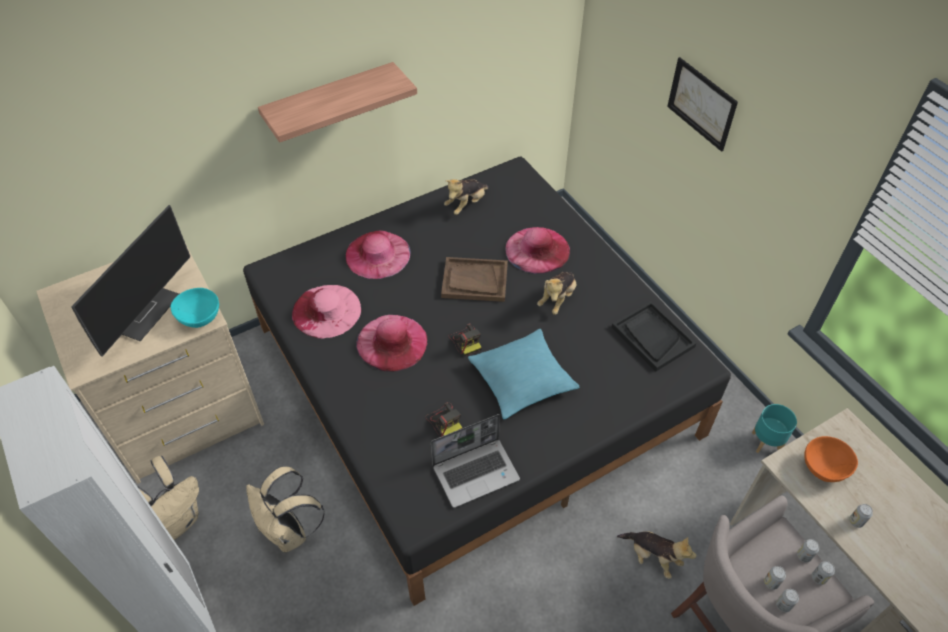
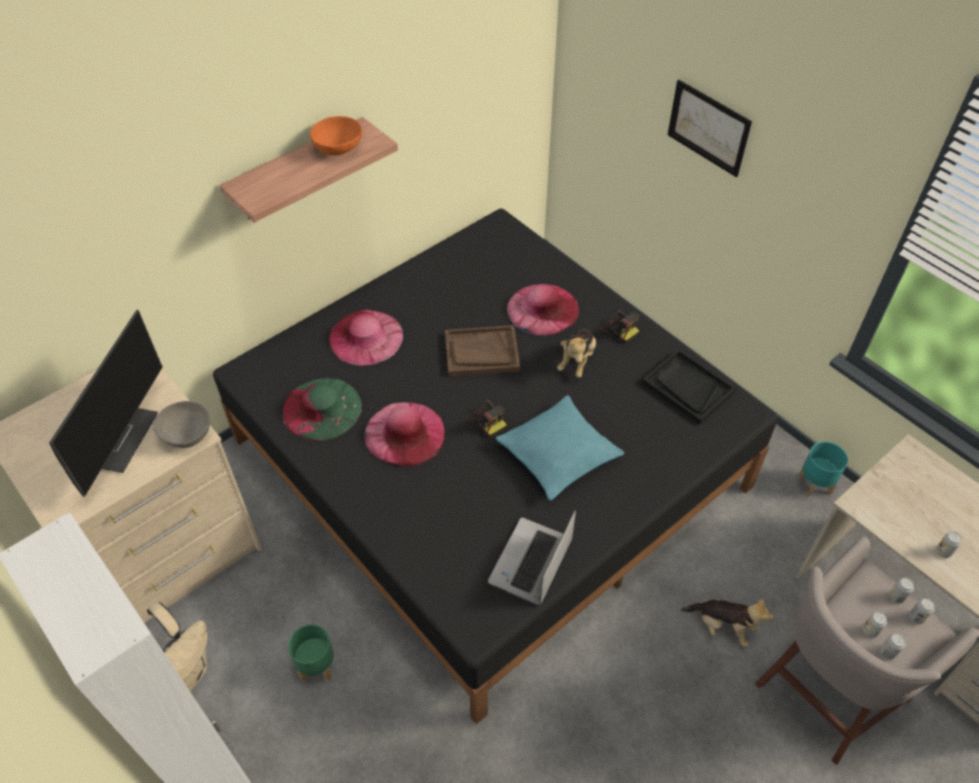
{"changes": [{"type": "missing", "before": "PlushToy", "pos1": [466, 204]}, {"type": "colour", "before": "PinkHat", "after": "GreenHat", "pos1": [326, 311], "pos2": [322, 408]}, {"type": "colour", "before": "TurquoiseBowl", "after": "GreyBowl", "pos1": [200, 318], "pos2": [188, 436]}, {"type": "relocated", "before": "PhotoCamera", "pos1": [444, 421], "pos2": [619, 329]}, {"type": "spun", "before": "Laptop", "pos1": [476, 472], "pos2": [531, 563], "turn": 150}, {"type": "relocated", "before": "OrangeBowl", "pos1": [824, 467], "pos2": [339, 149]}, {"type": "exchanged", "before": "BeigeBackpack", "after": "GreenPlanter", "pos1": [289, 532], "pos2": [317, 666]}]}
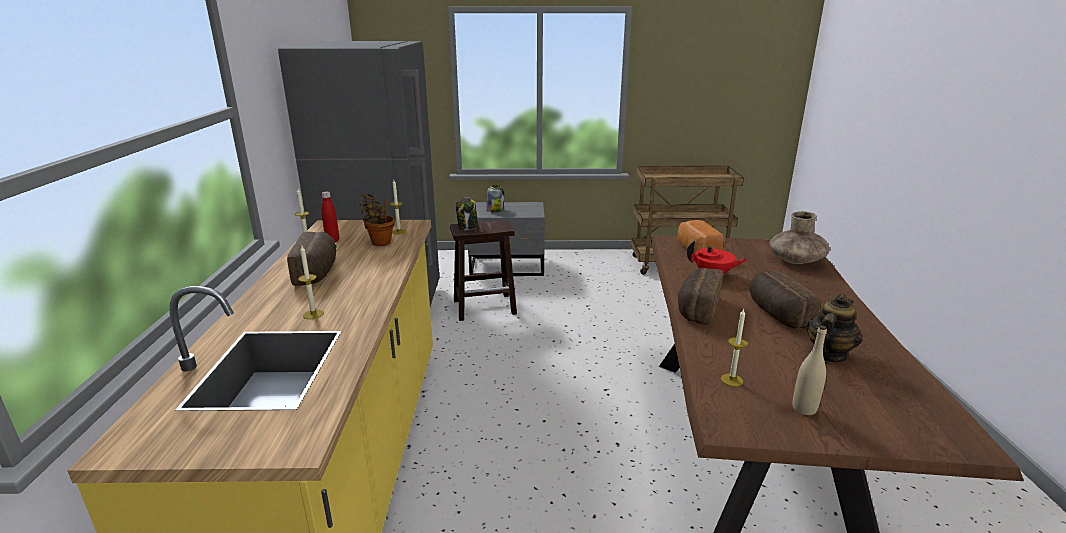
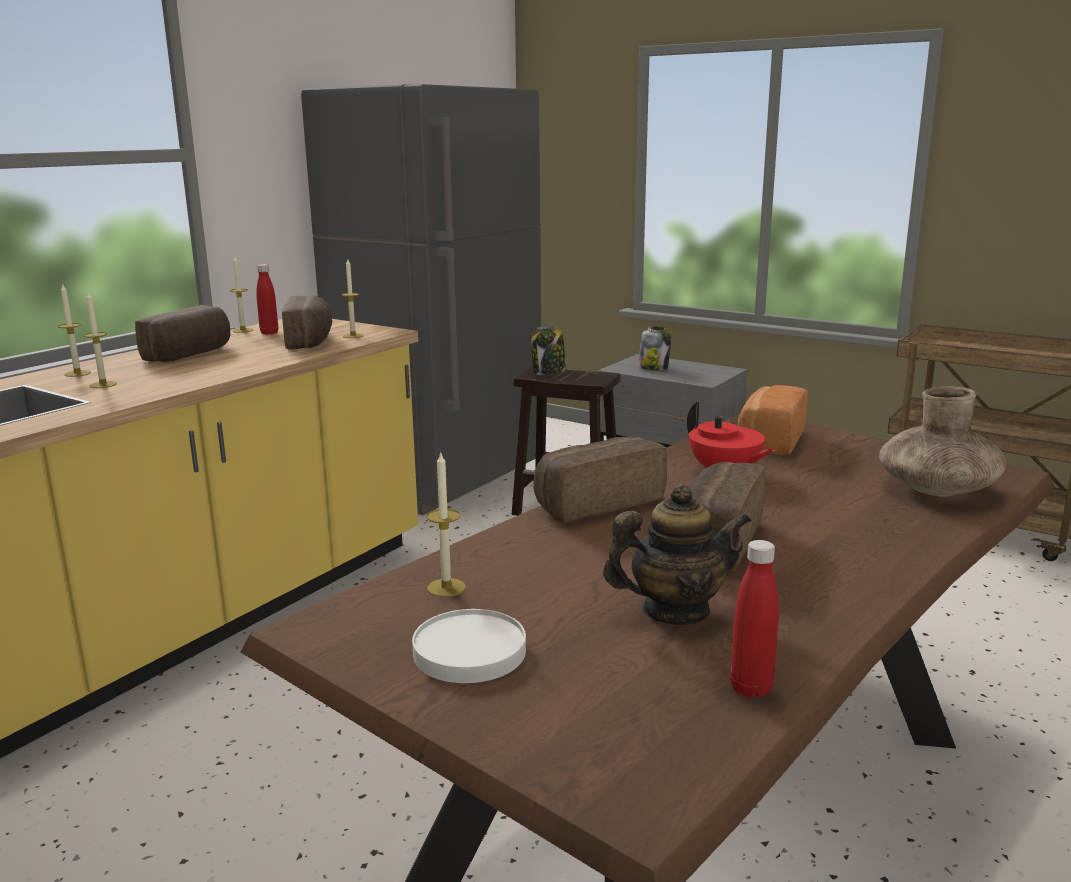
{"changes": [{"type": "exchanged", "before": "PottedPlant", "after": "Bread", "pos1": [380, 242], "pos2": [311, 341]}, {"type": "exchanged", "before": "BeigeBottle", "after": "WhitePlate", "pos1": [804, 408], "pos2": [468, 652]}, {"type": "appeared", "after": "Candle", "pos2": [77, 373]}, {"type": "appeared", "after": "RedBottle", "pos2": [751, 688]}]}
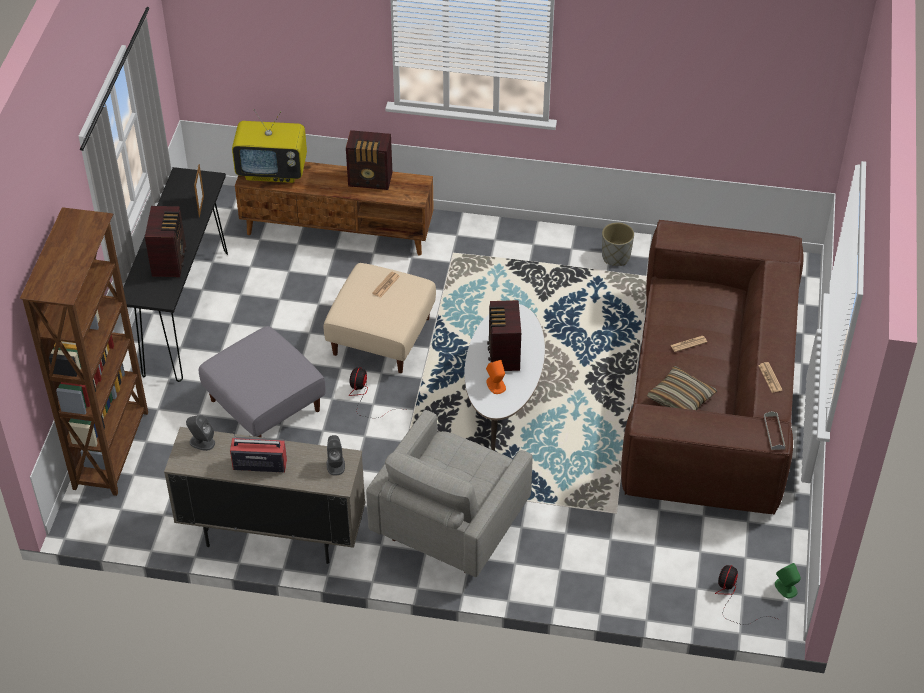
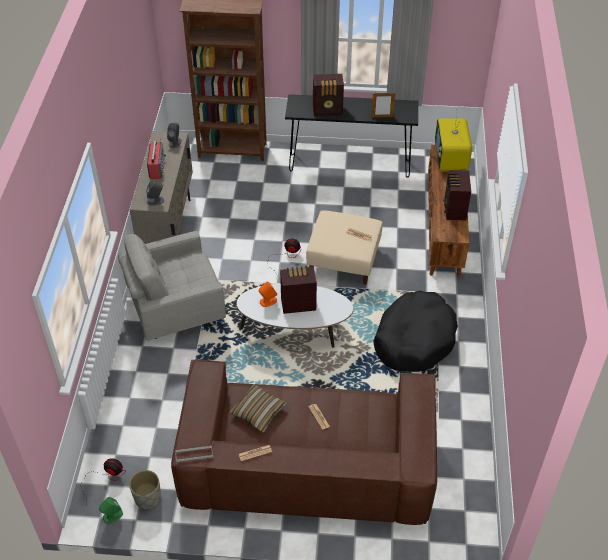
{"changes": [{"type": "relocated", "before": "GreyPlanter", "pos1": [616, 257], "pos2": [147, 498]}, {"type": "missing", "before": "GreyOttoman", "pos1": [266, 405]}, {"type": "spun", "before": "GreyArmchair", "pos1": [449, 525], "pos2": [175, 309], "turn": -45}, {"type": "appeared", "after": "BlackDogBed", "pos2": [414, 339]}]}
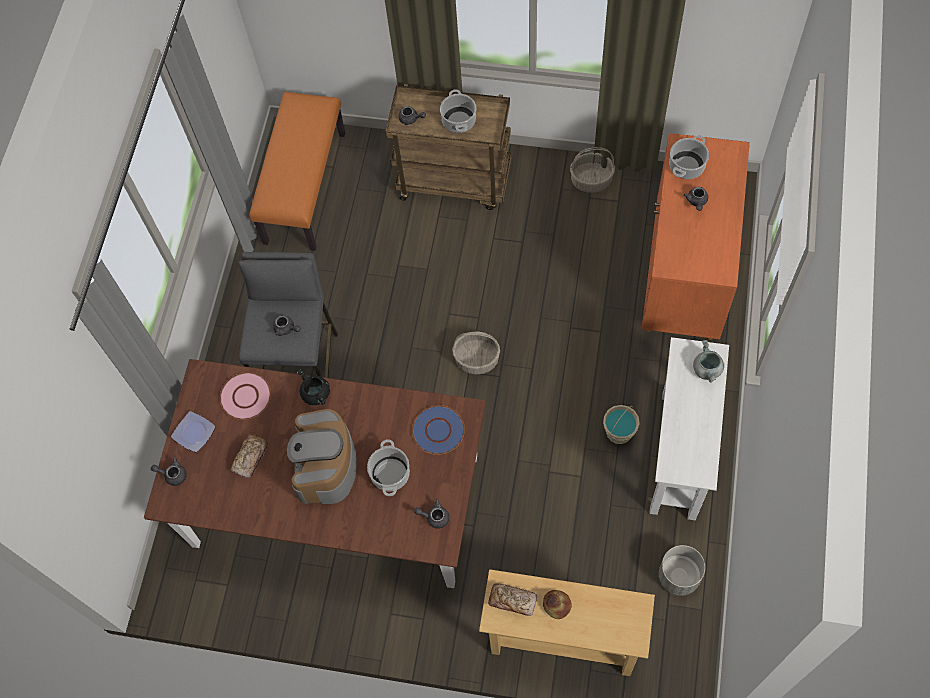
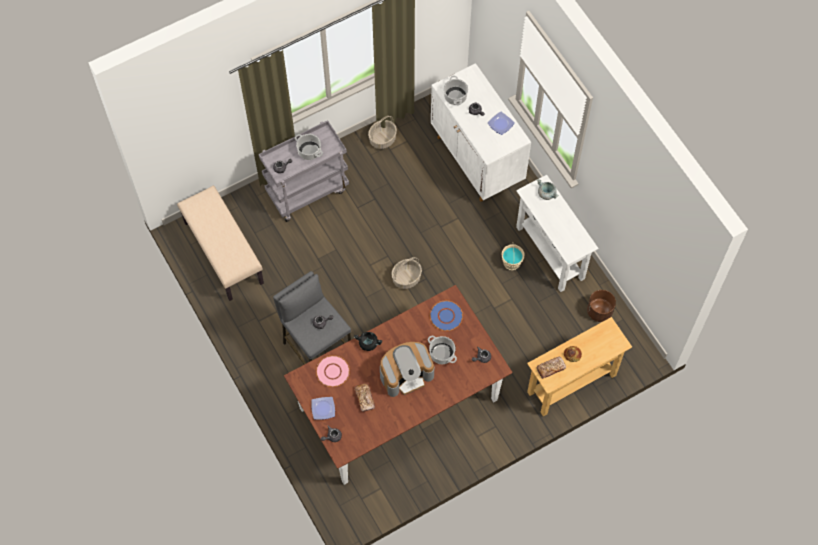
{"changes": [{"type": "colour", "before": "BrownCart", "after": "GreyCart", "pos1": [455, 181], "pos2": [307, 190]}, {"type": "colour", "before": "OrangeBench", "after": "BeigeBench", "pos1": [304, 187], "pos2": [223, 253]}, {"type": "colour", "before": "OrangeCabinet", "after": "WhiteCabinet", "pos1": [684, 279], "pos2": [477, 160]}, {"type": "spun", "before": "CoffeeMachine", "pos1": [325, 466], "pos2": [406, 374], "turn": -75}, {"type": "colour", "before": "GreyPlanter", "after": "BrownPlanter", "pos1": [679, 576], "pos2": [599, 311]}, {"type": "appeared", "after": "Plate", "pos2": [500, 124]}]}
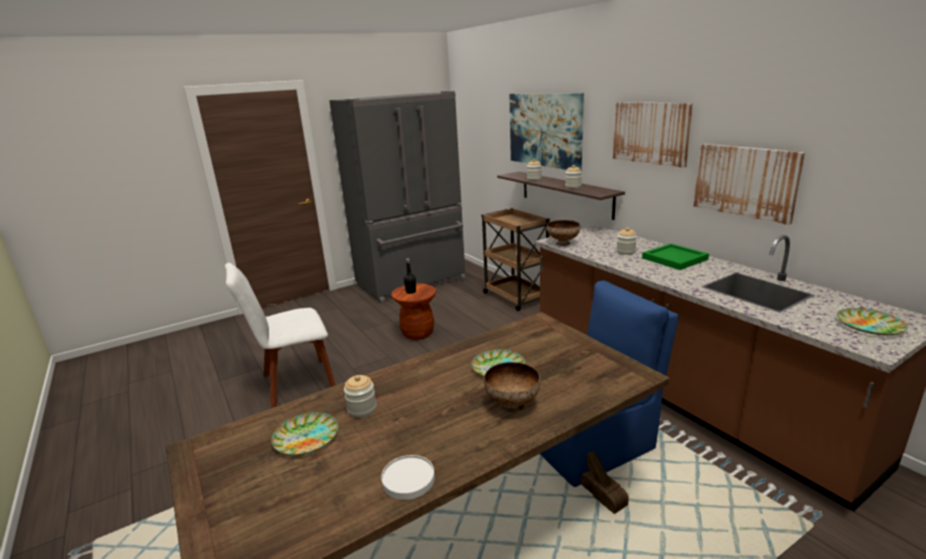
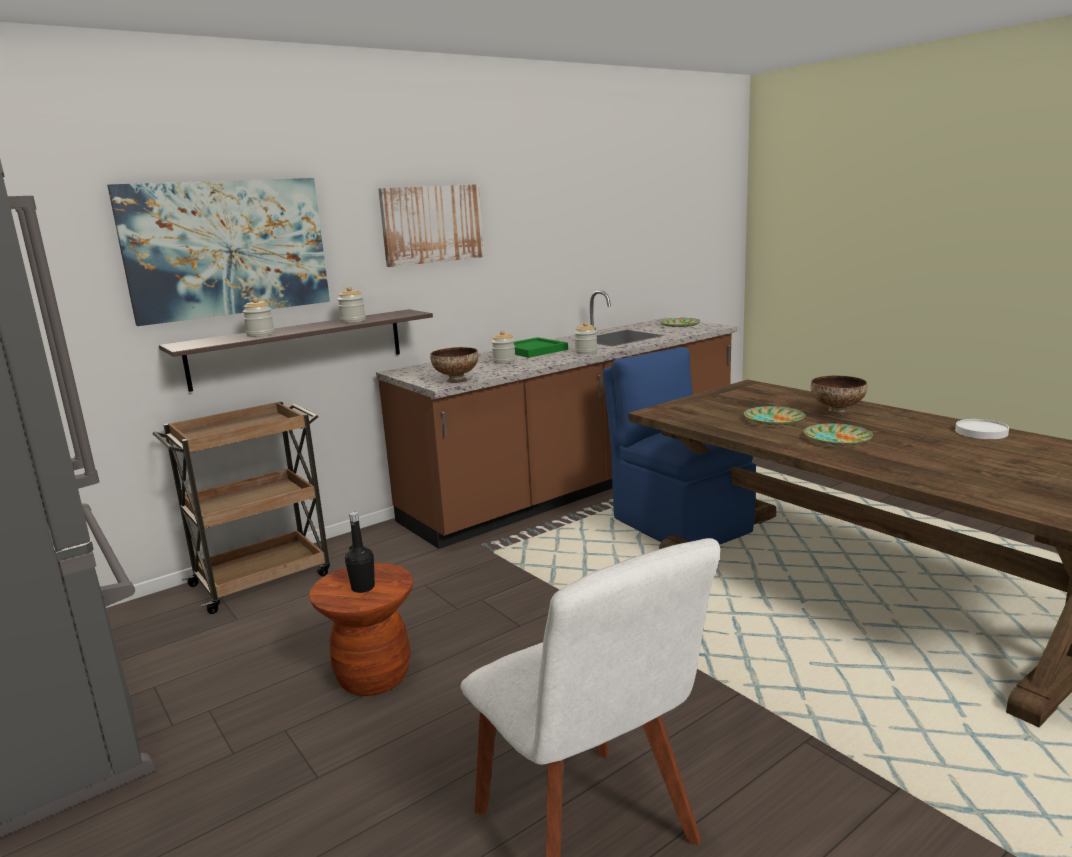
{"changes": [{"type": "missing", "before": "Picture", "pos1": [745, 181]}, {"type": "relocated", "before": "Jar", "pos1": [362, 409], "pos2": [586, 352]}, {"type": "relocated", "before": "Plate", "pos1": [306, 437], "pos2": [837, 439]}]}
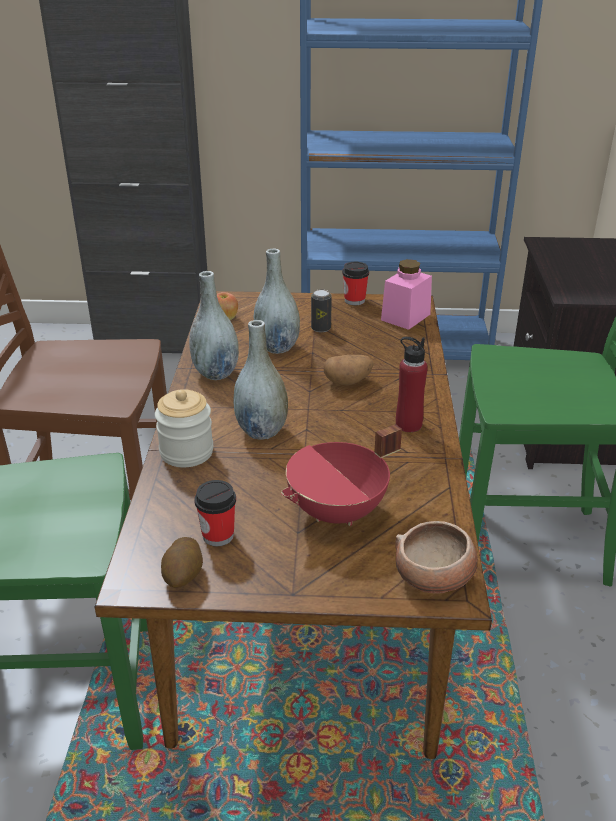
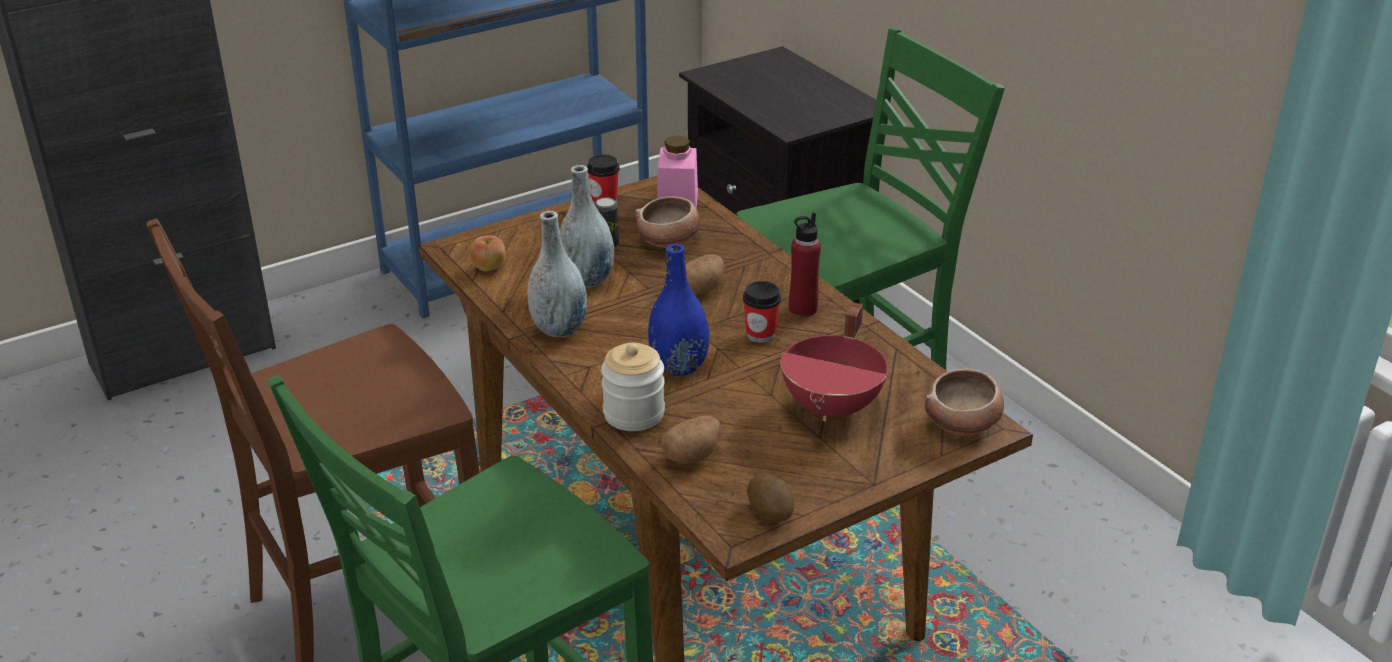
{"changes": [{"type": "colour", "before": "GreyVase", "after": "BlueVase", "pos1": [261, 431], "pos2": [679, 366]}, {"type": "relocated", "before": "Cup", "pos1": [218, 535], "pos2": [760, 334]}, {"type": "appeared", "after": "Bowl", "pos2": [669, 241]}, {"type": "appeared", "after": "Potato", "pos2": [692, 456]}]}
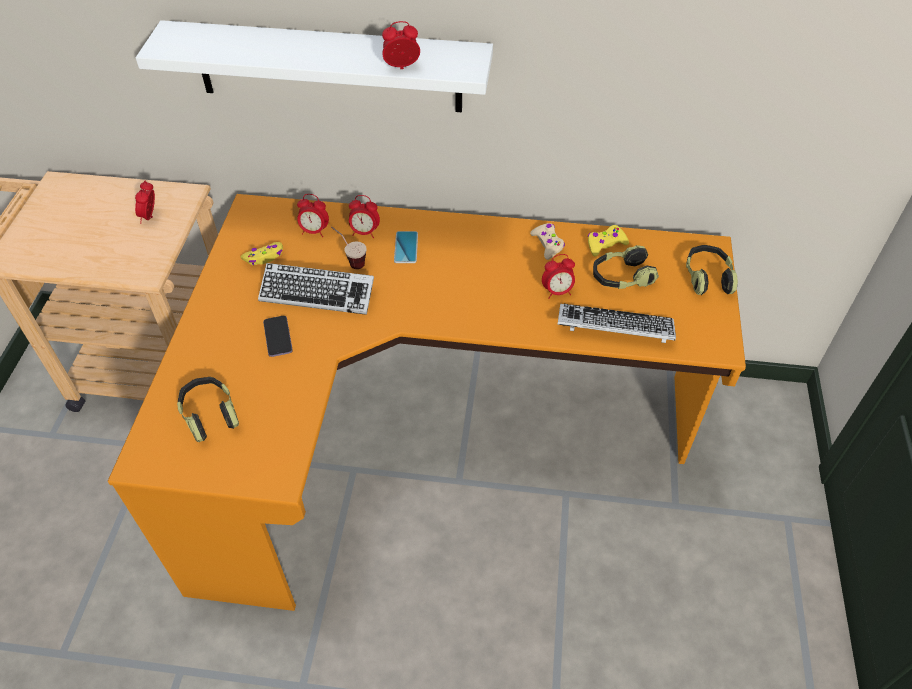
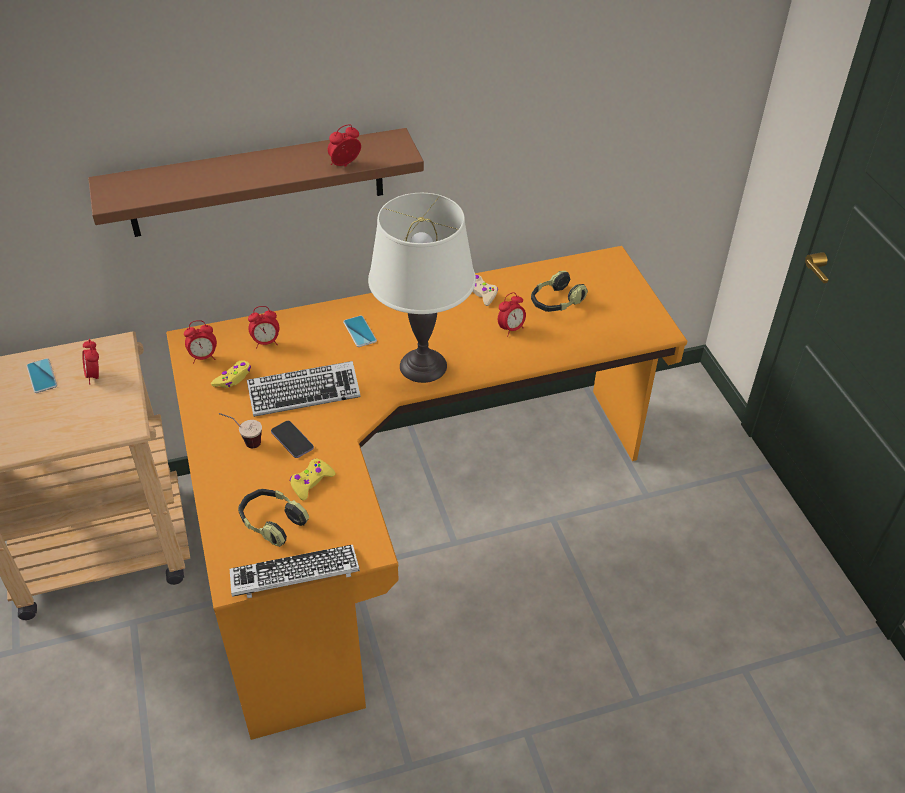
{"changes": [{"type": "colour", "before": "WhiteShelf", "after": "BrownShelf", "pos1": [328, 67], "pos2": [257, 183]}, {"type": "relocated", "before": "AlarmClock", "pos1": [365, 232], "pos2": [203, 357]}, {"type": "relocated", "before": "YellowGameController", "pos1": [605, 244], "pos2": [311, 482]}, {"type": "relocated", "before": "Cup", "pos1": [350, 261], "pos2": [244, 442]}, {"type": "missing", "before": "Headphones", "pos1": [707, 277]}, {"type": "relocated", "before": "Keyboard", "pos1": [614, 328], "pos2": [295, 576]}, {"type": "appeared", "after": "WhiteTableLamp", "pos2": [423, 366]}, {"type": "appeared", "after": "Phone", "pos2": [42, 376]}]}
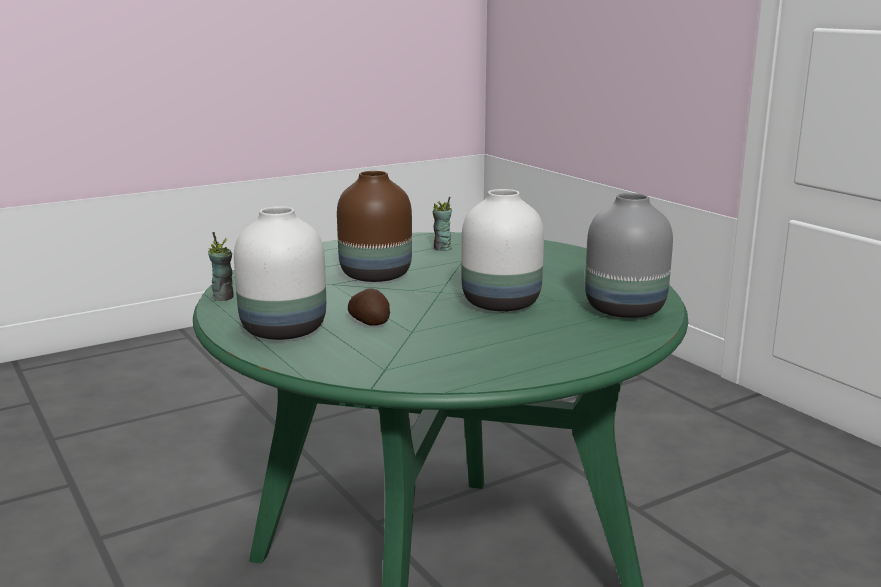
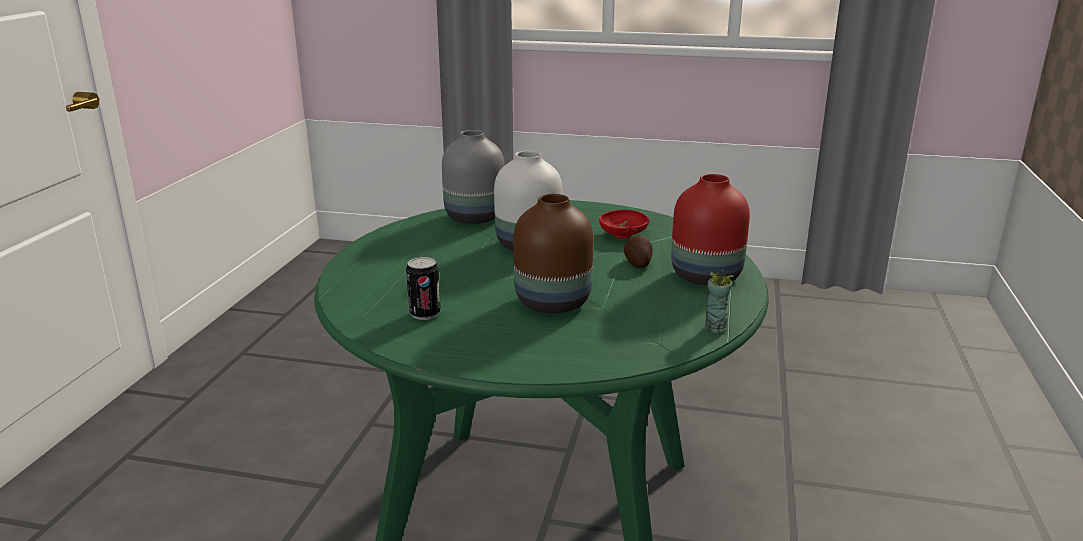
{"changes": [{"type": "exchanged", "before": "Cup", "after": "Can", "pos1": [442, 248], "pos2": [425, 314]}, {"type": "colour", "before": "WhiteVase", "after": "RedVase", "pos1": [281, 331], "pos2": [707, 277]}, {"type": "appeared", "after": "RedBowl", "pos2": [623, 235]}]}
